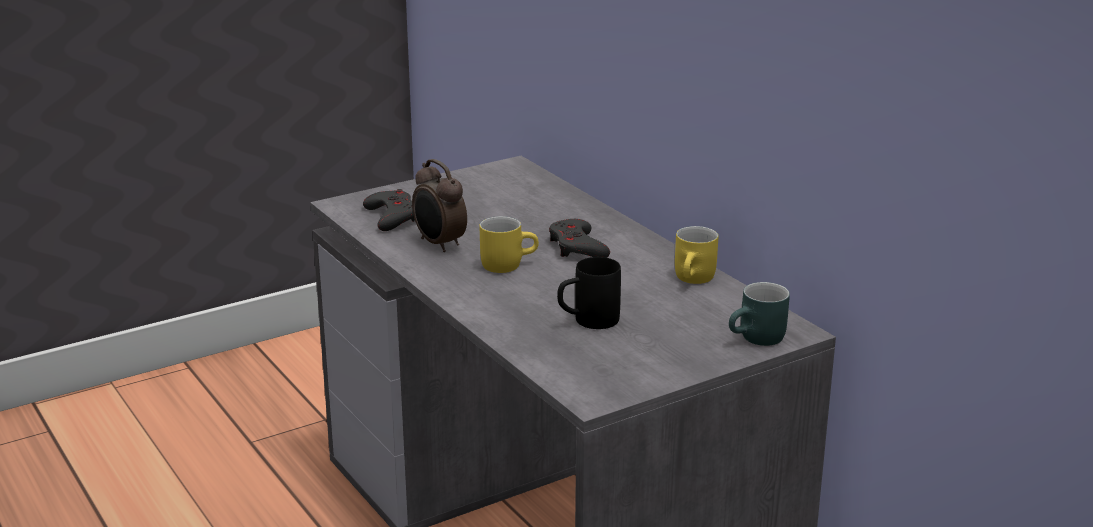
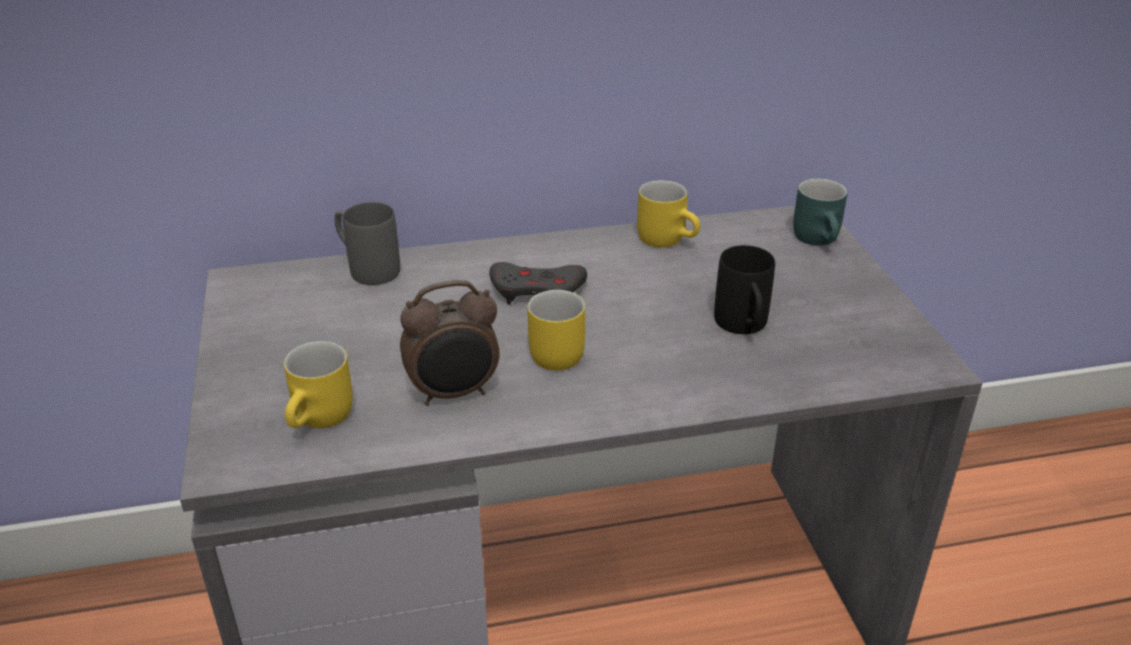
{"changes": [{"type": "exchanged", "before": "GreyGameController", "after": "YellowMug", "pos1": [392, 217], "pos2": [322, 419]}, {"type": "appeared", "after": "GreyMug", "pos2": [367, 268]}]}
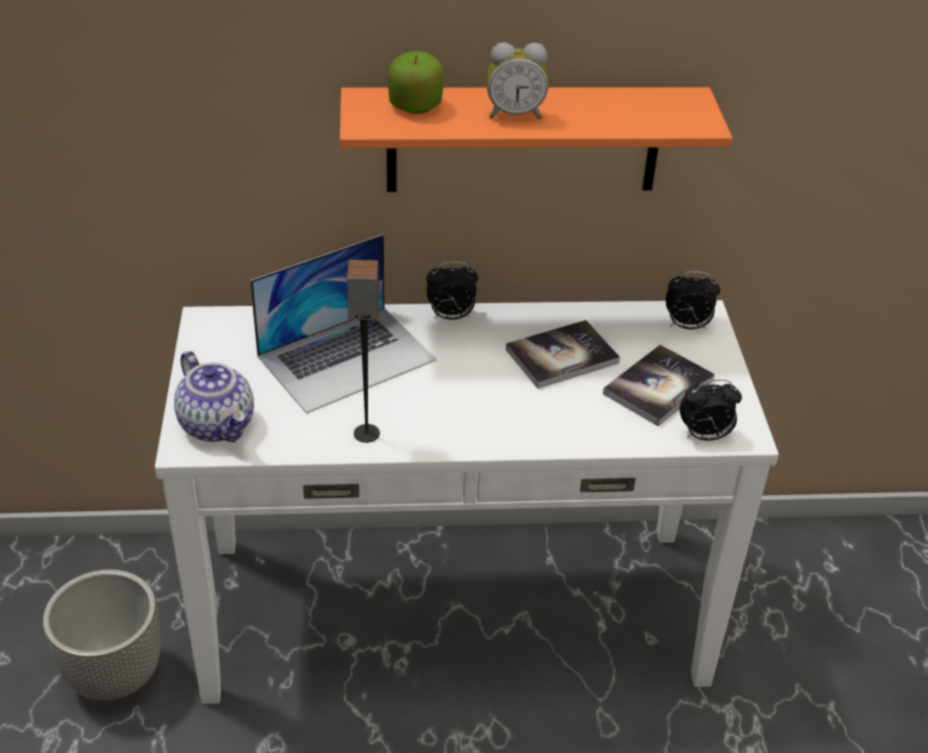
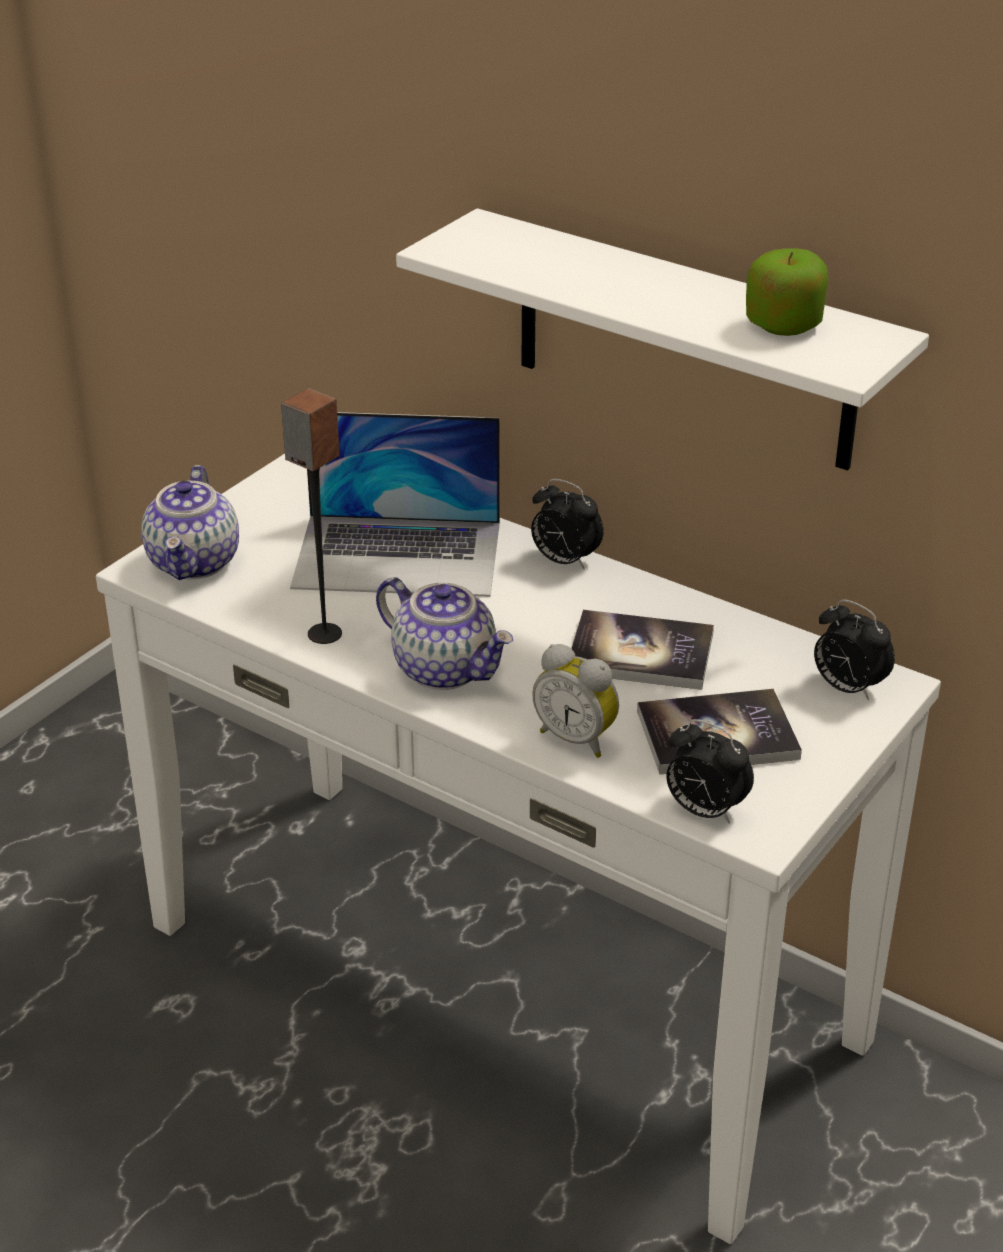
{"changes": [{"type": "relocated", "before": "AlarmClock", "pos1": [514, 114], "pos2": [577, 738]}, {"type": "relocated", "before": "Apple", "pos1": [415, 106], "pos2": [783, 325]}, {"type": "colour", "before": "OrangeShelf", "after": "WhiteShelf", "pos1": [523, 139], "pos2": [684, 341]}, {"type": "missing", "before": "Planter", "pos1": [115, 675]}, {"type": "appeared", "after": "Teapot", "pos2": [446, 669]}]}
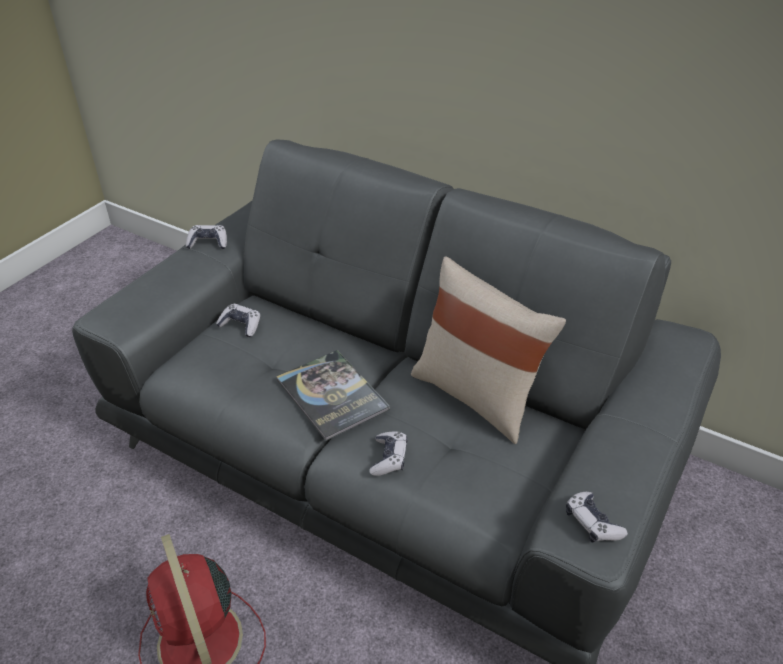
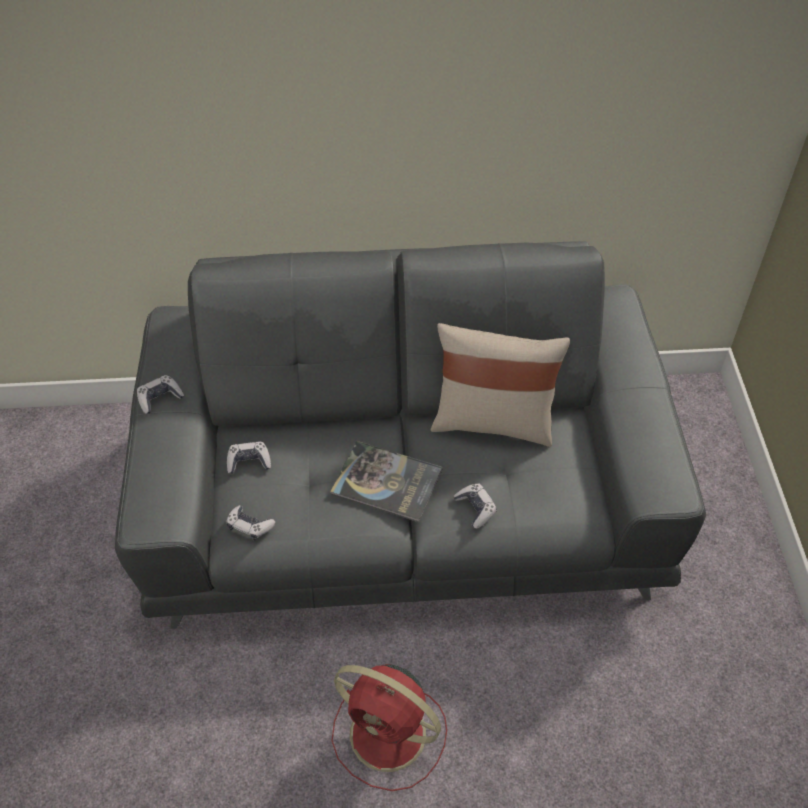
{"changes": [{"type": "relocated", "before": "GameController", "pos1": [592, 523], "pos2": [249, 526]}]}
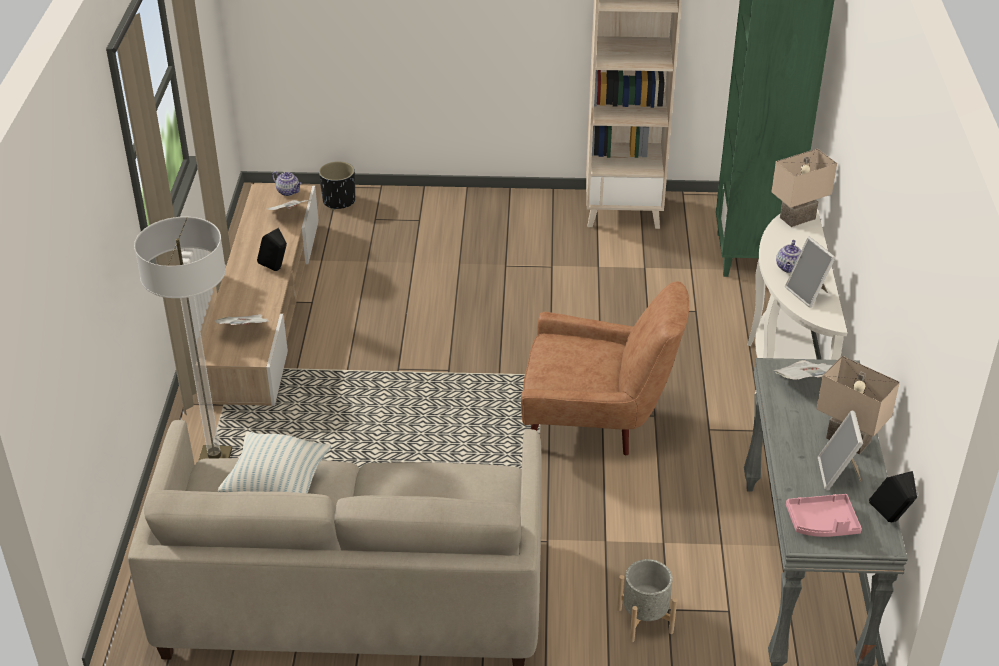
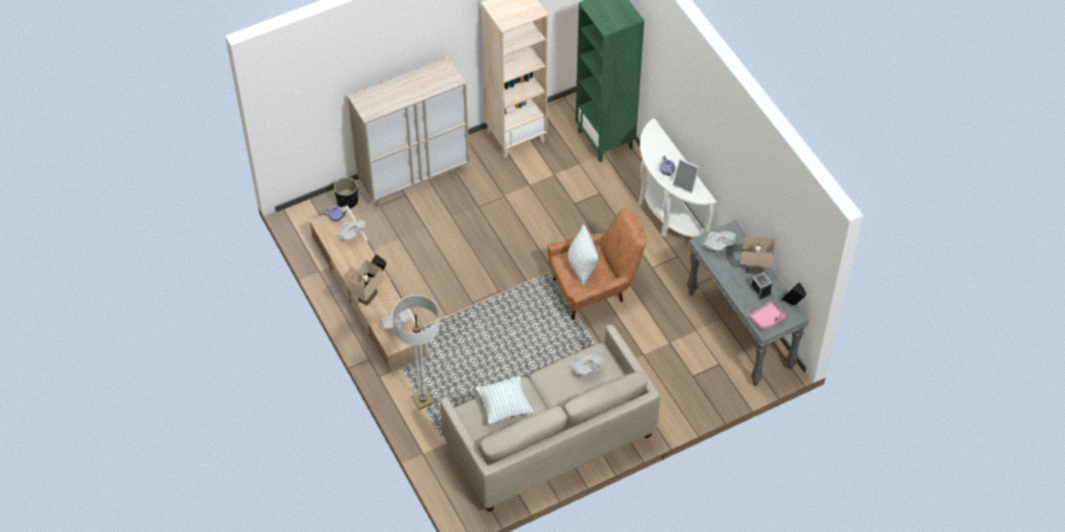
{"changes": [{"type": "relocated", "before": "BeigeTableLamp", "pos1": [798, 219], "pos2": [368, 297]}, {"type": "exchanged", "before": "PictureFrame", "after": "AlarmClock", "pos1": [838, 474], "pos2": [760, 290]}, {"type": "missing", "before": "GreyPlanter", "pos1": [644, 621]}, {"type": "appeared", "after": "BeigeCabinet", "pos2": [414, 177]}, {"type": "appeared", "after": "Pillow", "pos2": [582, 267]}, {"type": "appeared", "after": "Newspaper", "pos2": [586, 367]}]}
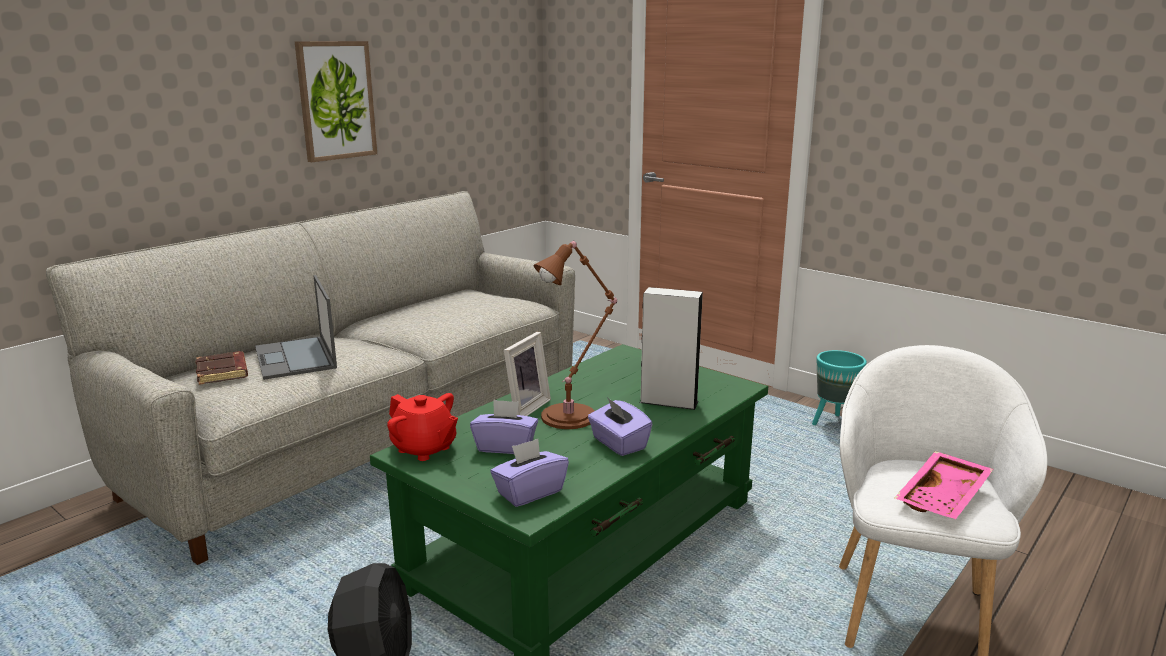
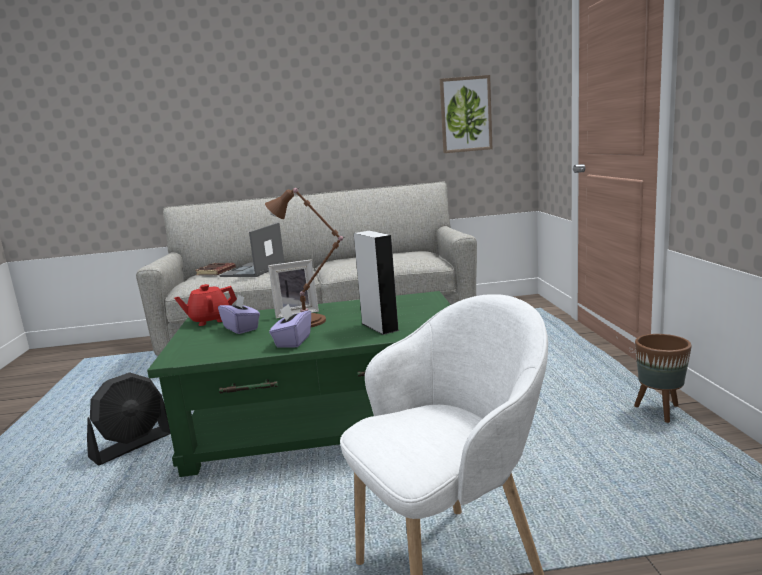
{"changes": [{"type": "relocated", "before": "Picture", "pos1": [336, 100], "pos2": [465, 114]}, {"type": "colour", "before": "TurquoisePlanter", "after": "BrownPlanter", "pos1": [833, 424], "pos2": [659, 412]}, {"type": "spun", "before": "RedTeapot", "pos1": [424, 449], "pos2": [209, 320], "turn": 75}, {"type": "missing", "before": "PurpleTissueBox", "pos1": [529, 492]}, {"type": "missing", "before": "PinkTray", "pos1": [944, 497]}]}
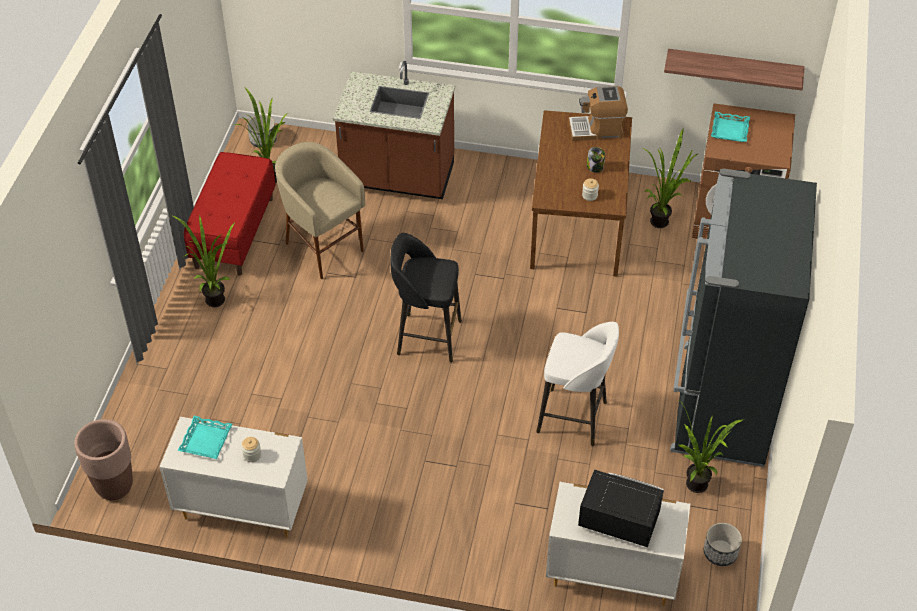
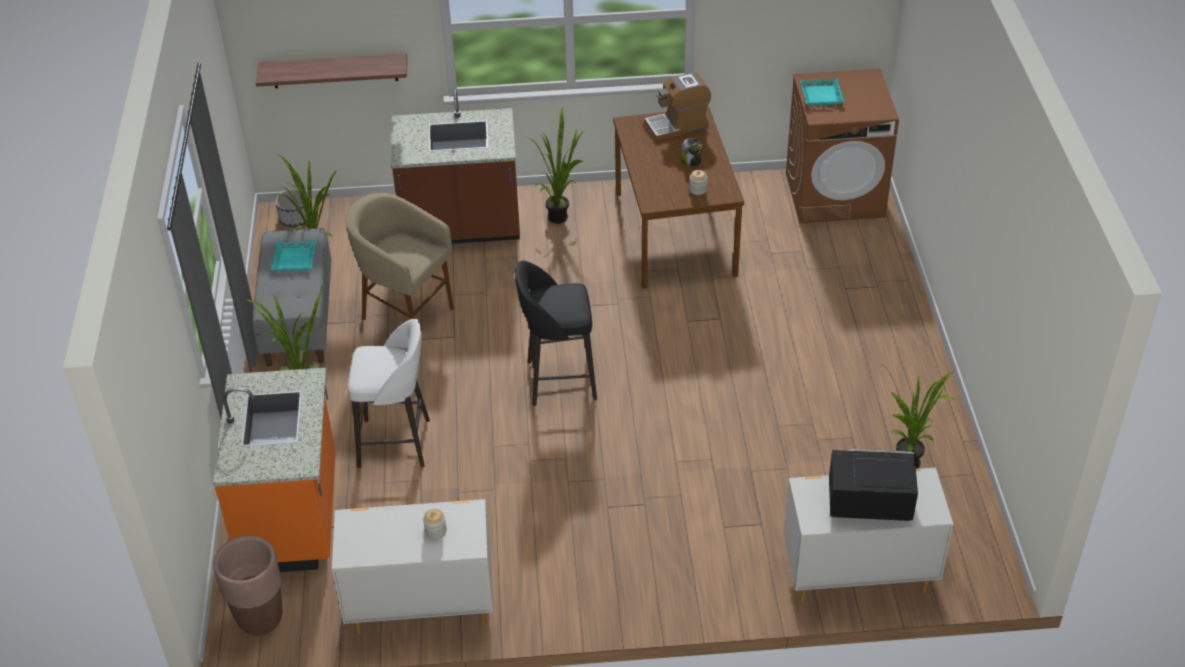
{"changes": [{"type": "relocated", "before": "Shelf", "pos1": [733, 68], "pos2": [334, 70]}, {"type": "relocated", "before": "PottedPlant", "pos1": [663, 220], "pos2": [561, 215]}, {"type": "colour", "before": "RedBench", "after": "GreyBench", "pos1": [234, 232], "pos2": [298, 320]}, {"type": "missing", "before": "BlackFridge", "pos1": [720, 404]}, {"type": "relocated", "before": "WhiteStool", "pos1": [574, 418], "pos2": [397, 443]}, {"type": "relocated", "before": "TurquoiseTray", "pos1": [205, 440], "pos2": [294, 259]}, {"type": "missing", "before": "Planter", "pos1": [720, 553]}, {"type": "appeared", "after": "OrangeCounter", "pos2": [293, 516]}]}
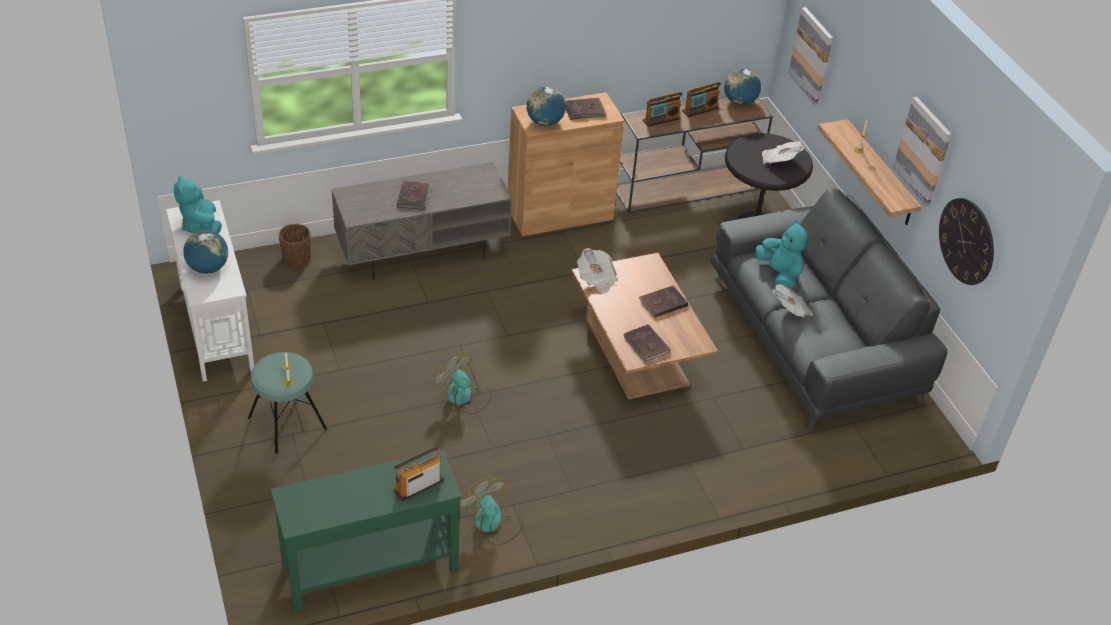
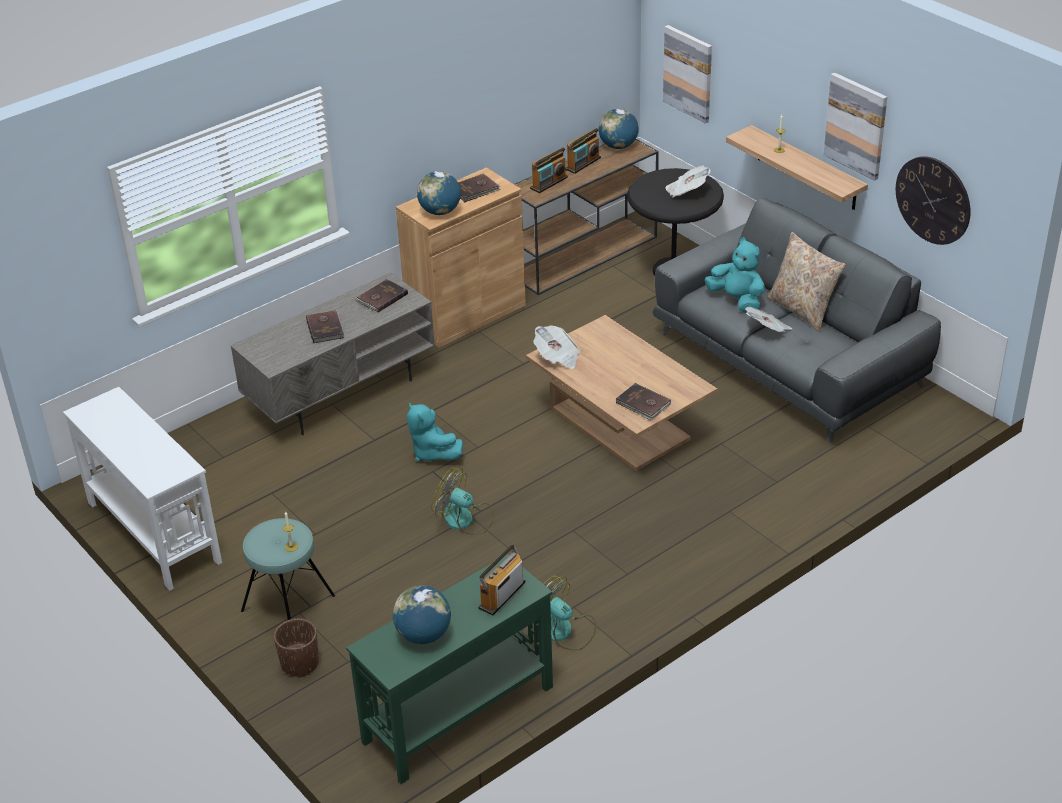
{"changes": [{"type": "relocated", "before": "TurquoisePlushToy", "pos1": [201, 227], "pos2": [432, 453]}, {"type": "relocated", "before": "BrownPlanter", "pos1": [296, 257], "pos2": [299, 664]}, {"type": "relocated", "before": "Globe", "pos1": [208, 268], "pos2": [423, 635]}, {"type": "relocated", "before": "BrownBook", "pos1": [662, 302], "pos2": [381, 297]}, {"type": "appeared", "after": "BeigePillow", "pos2": [802, 310]}]}
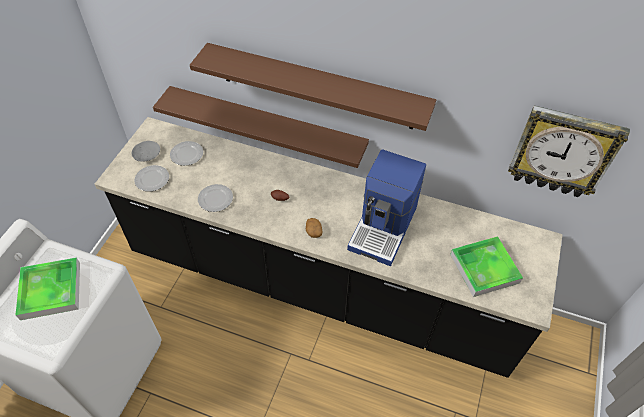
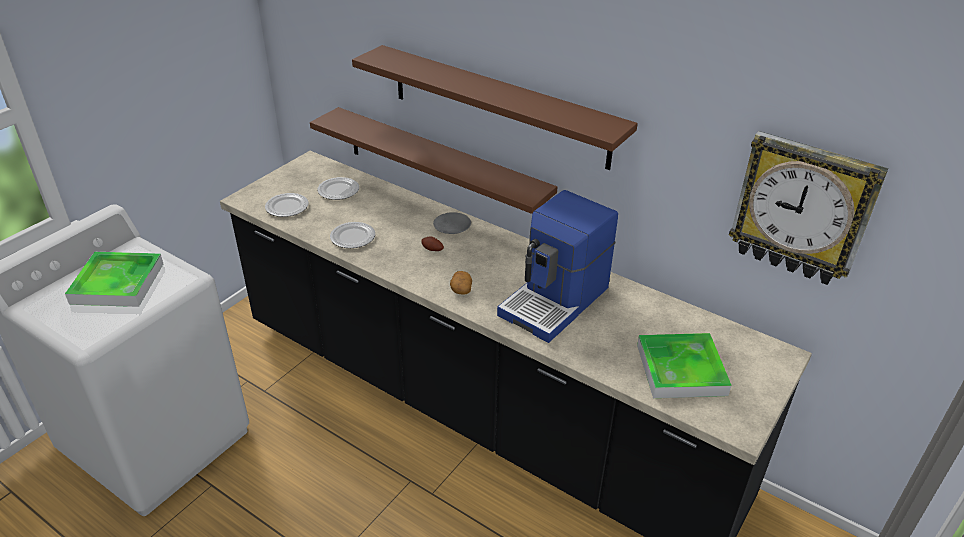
{"changes": [{"type": "relocated", "before": "GreyPlate", "pos1": [146, 154], "pos2": [451, 227]}]}
